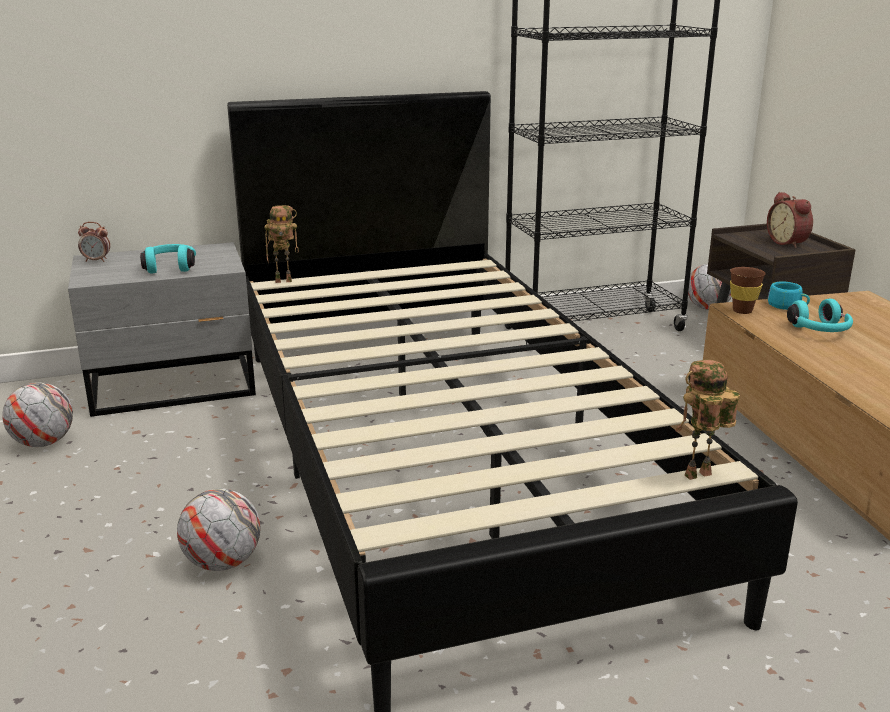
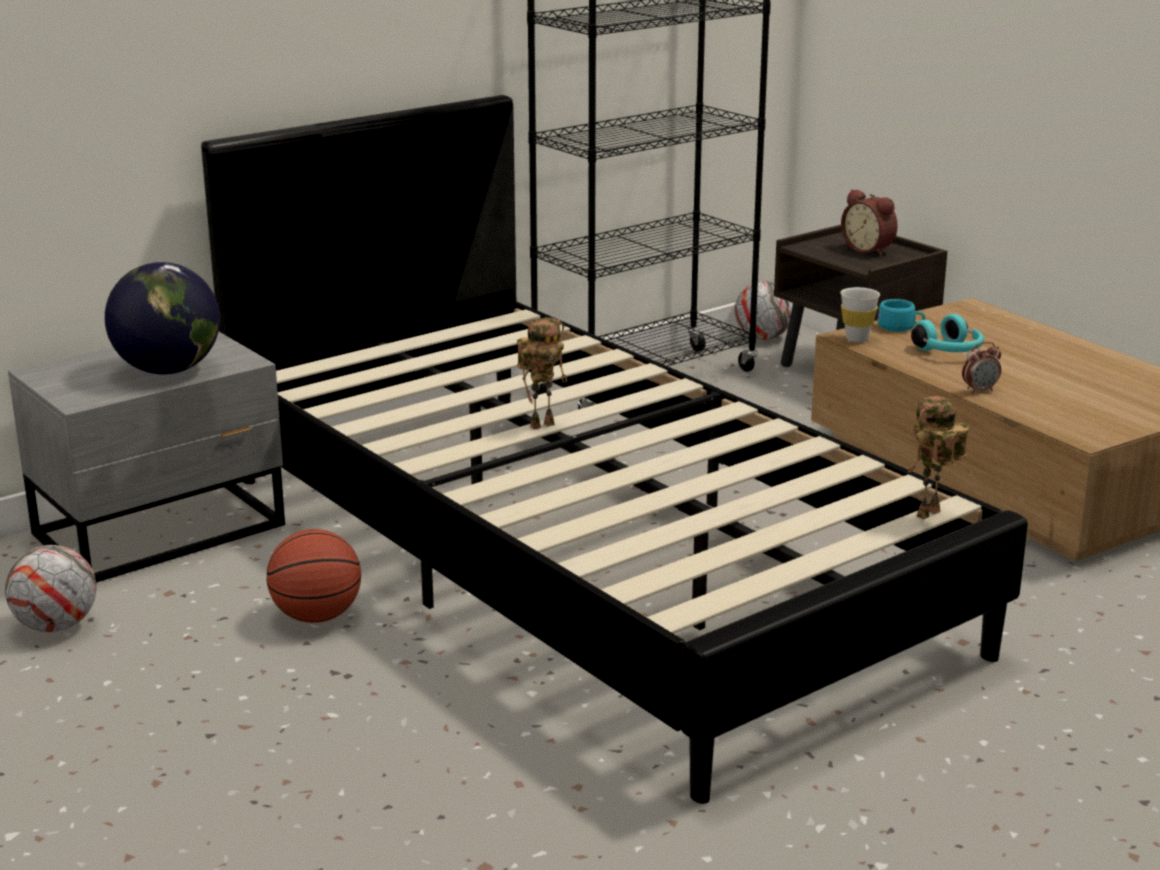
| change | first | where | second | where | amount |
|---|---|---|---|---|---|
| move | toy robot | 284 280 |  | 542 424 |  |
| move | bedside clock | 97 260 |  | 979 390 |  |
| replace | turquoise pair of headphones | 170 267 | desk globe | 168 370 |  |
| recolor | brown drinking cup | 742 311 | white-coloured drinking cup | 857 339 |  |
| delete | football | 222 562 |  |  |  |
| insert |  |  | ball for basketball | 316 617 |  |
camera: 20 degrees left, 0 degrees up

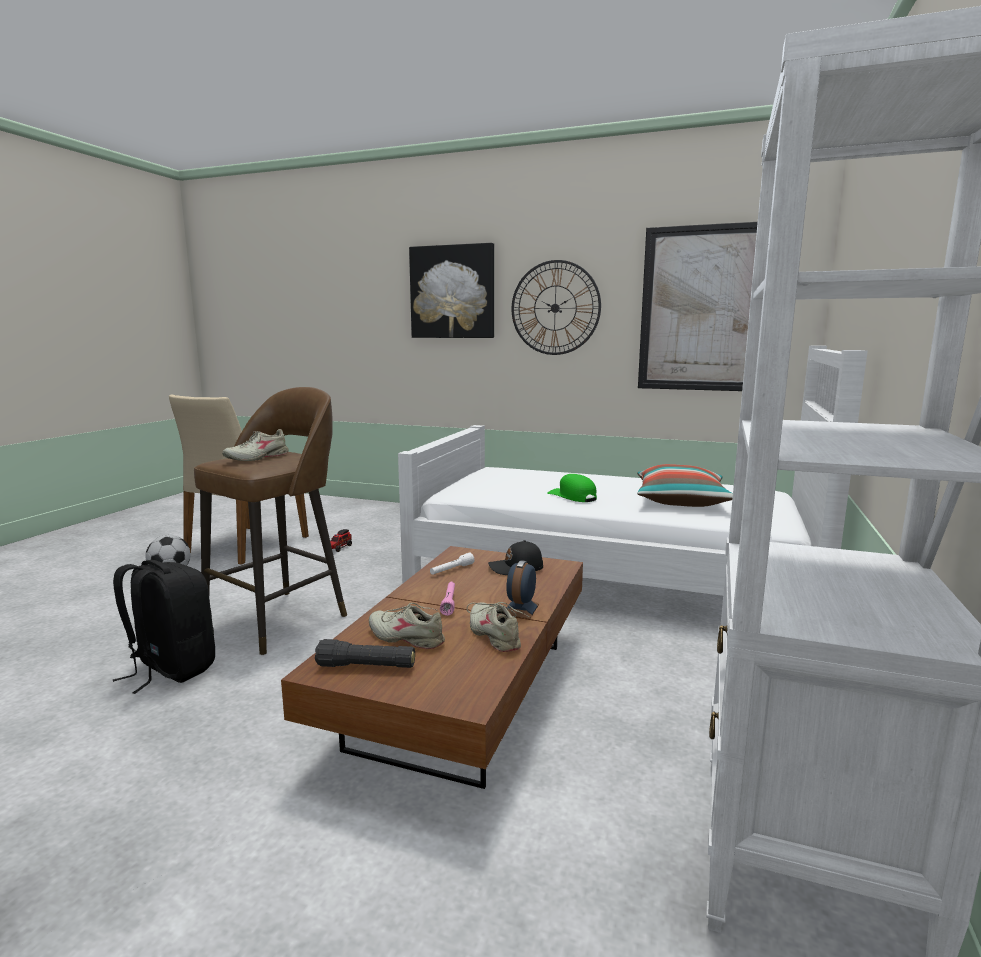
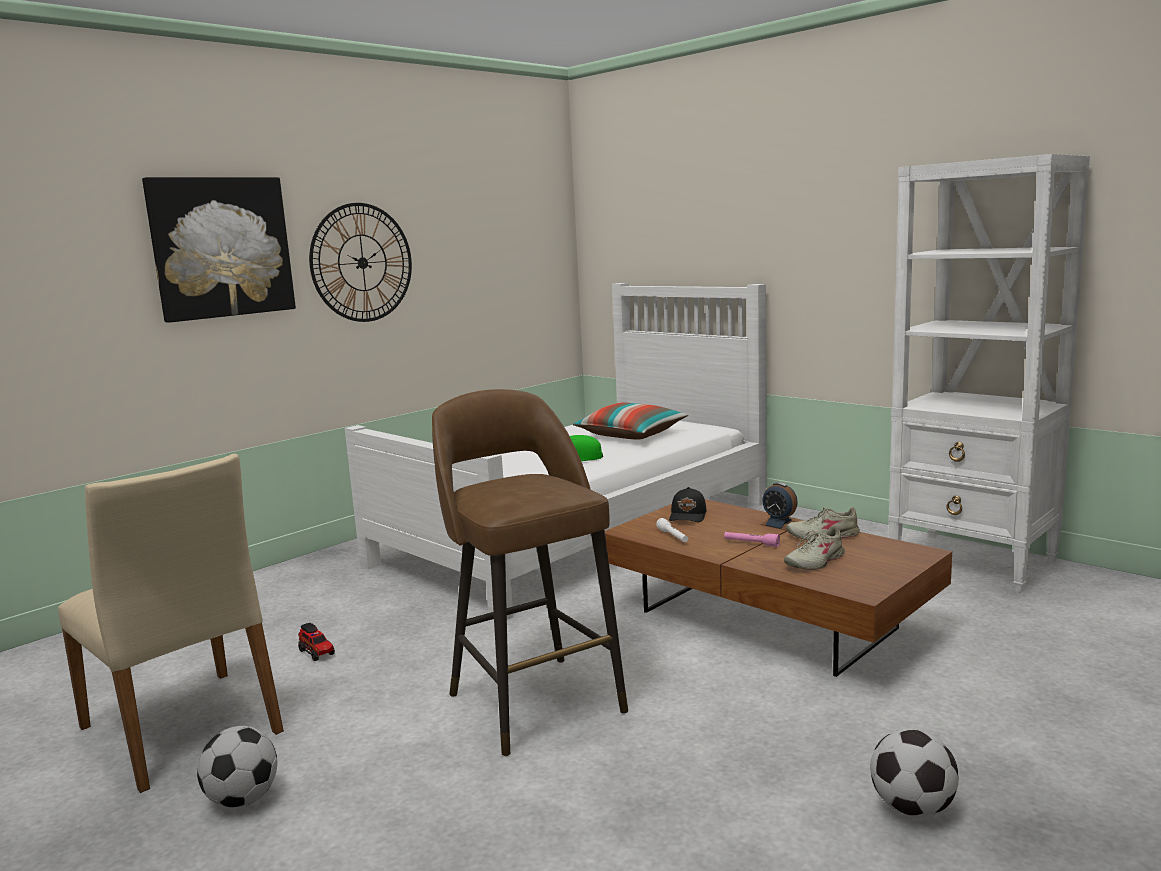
| change | first | where | second | where | amount |
|---|---|---|---|---|---|
| delete | wall art | 701 309 |  |  |  |
| delete | sand-coloured item of footwear | 257 458 |  |  |  |
| delete | black-coloured rucksack | 170 669 |  |  |  |
| delete | black-coloured flashlight | 366 666 |  |  |  |
| insert |  |  | football | 912 809 |  |
camera: 65 degrees left, 0 degrees up

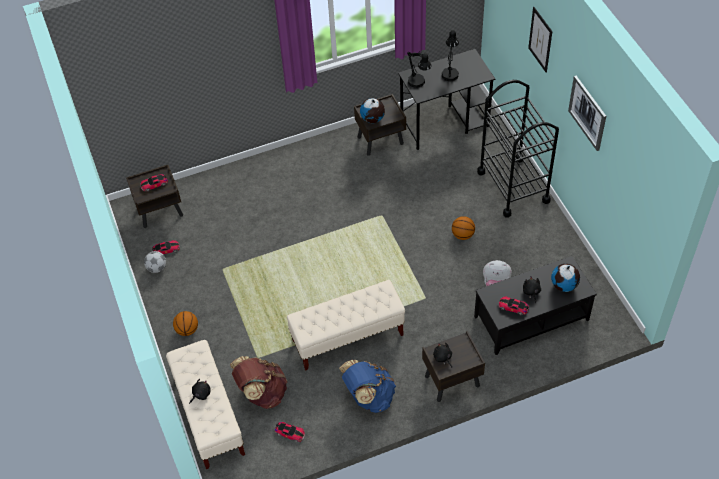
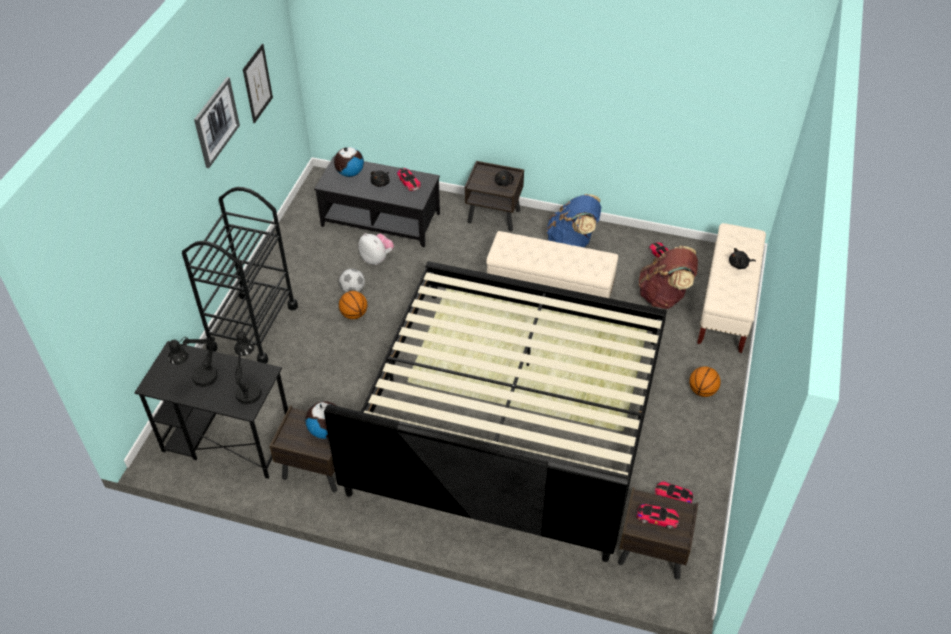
| change | first | where | second | where | amount |
|---|---|---|---|---|---|
| move | wall art | 540 39 |  | 257 83 |  |
| move | football | 157 268 |  | 353 290 |  |
| insert |  |  | sleeping bed | 510 414 |  |
camera: 145 degrees left, 5 degrees down

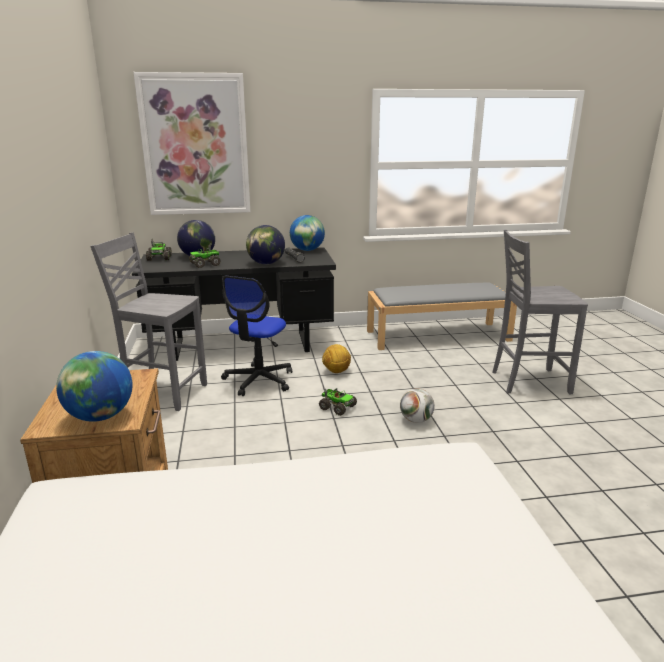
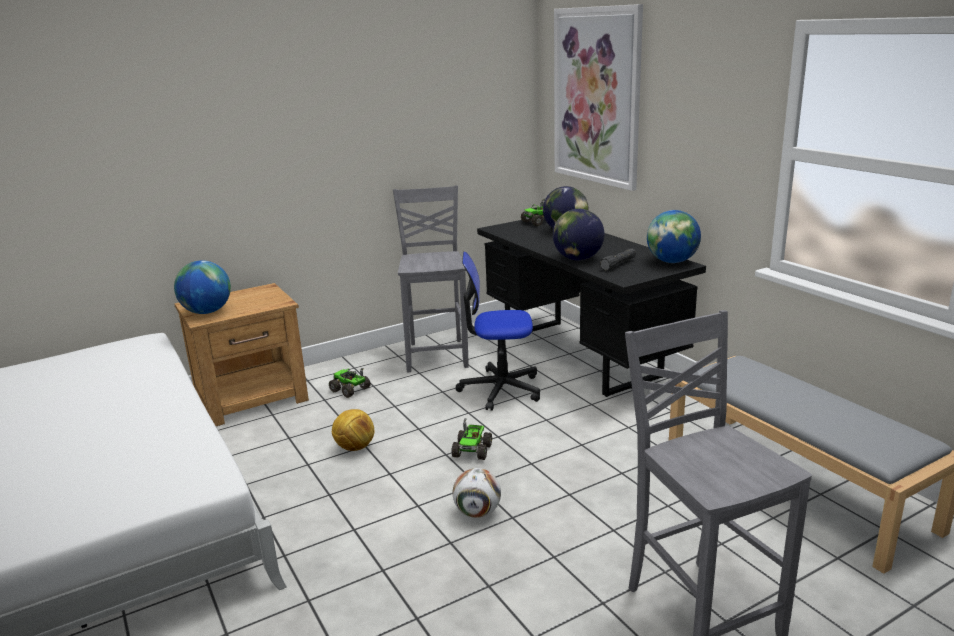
| change | first | where | second | where | amount |
|---|---|---|---|---|---|
| move | model truck | 205 264 |  | 350 390 |  |
| move | football | 336 371 |  | 354 448 |  |
camera: 70 degrees right, 0 degrees up

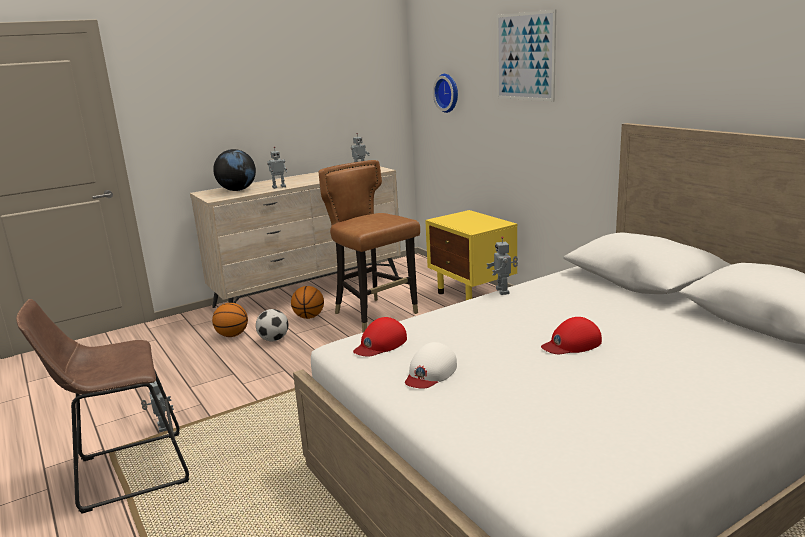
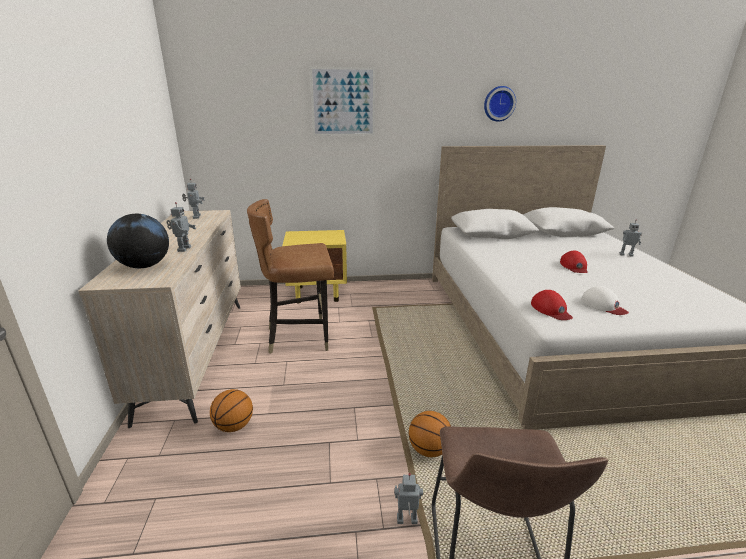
| change | first | where | second | where | amount |
|---|---|---|---|---|---|
| move | clock on the wall | 448 93 |  | 498 103 |  |
| move | toy robot | 503 291 |  | 626 254 |  |
| move | ball for basketball | 309 317 |  | 429 449 |  |
| delete | football | 274 339 |  |  |  |
camera: 65 degrees left, 5 degrees up

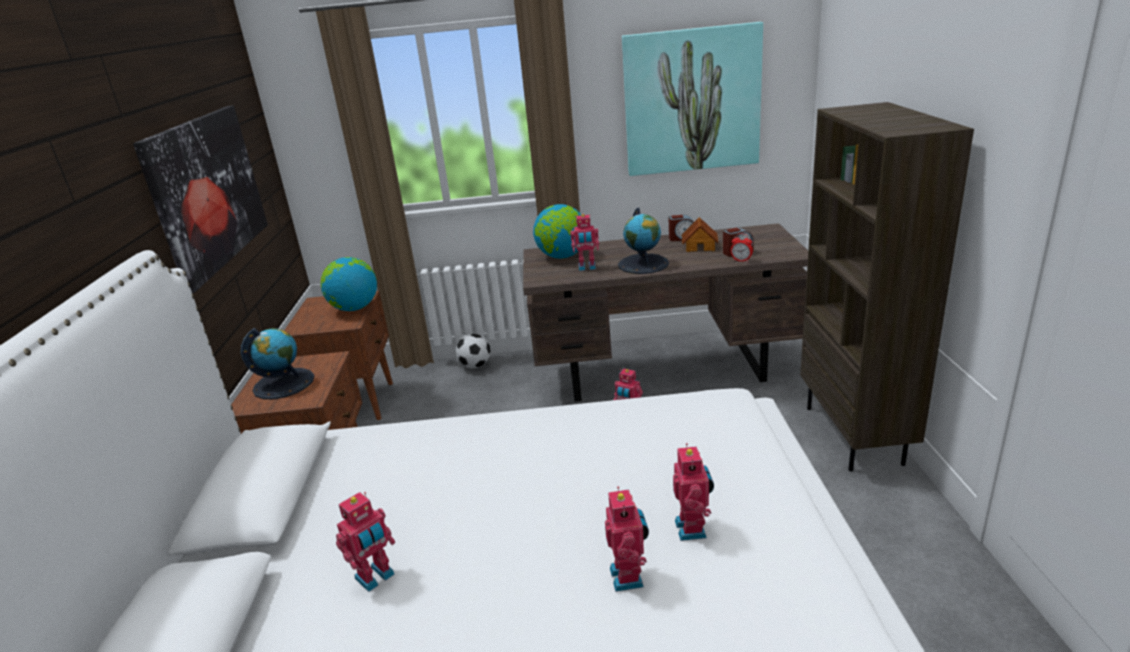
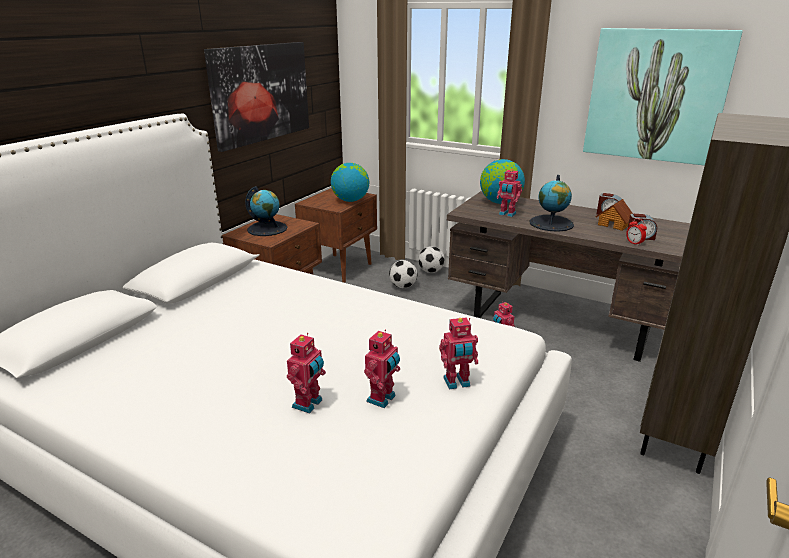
| change | first | where | second | where | amount |
|---|---|---|---|---|---|
| move | toy robot | 376 577 |  | 457 383 |  |
| insert |  |  | football | 403 286 |  |
camera: 30 degrees right, 0 degrees up

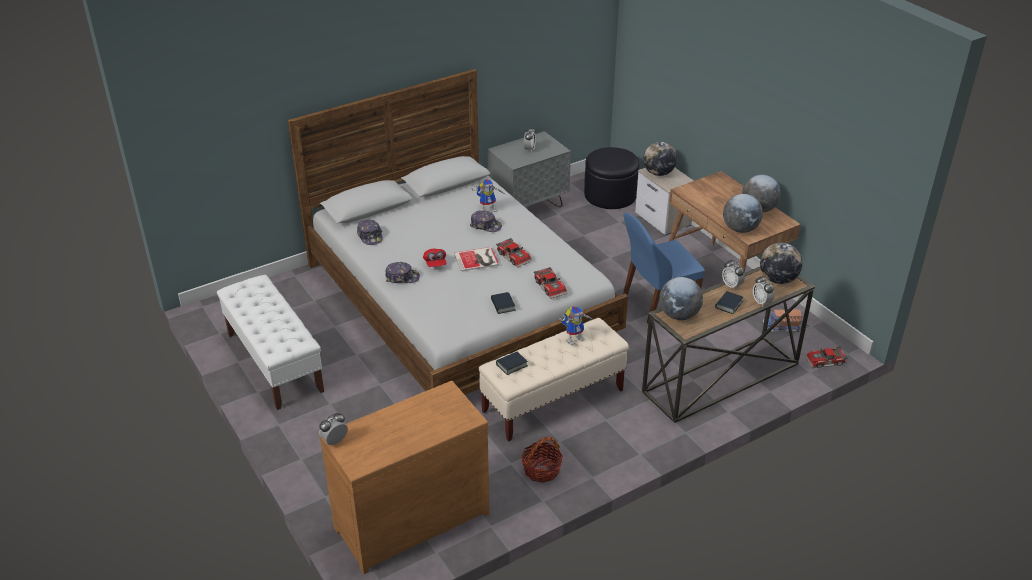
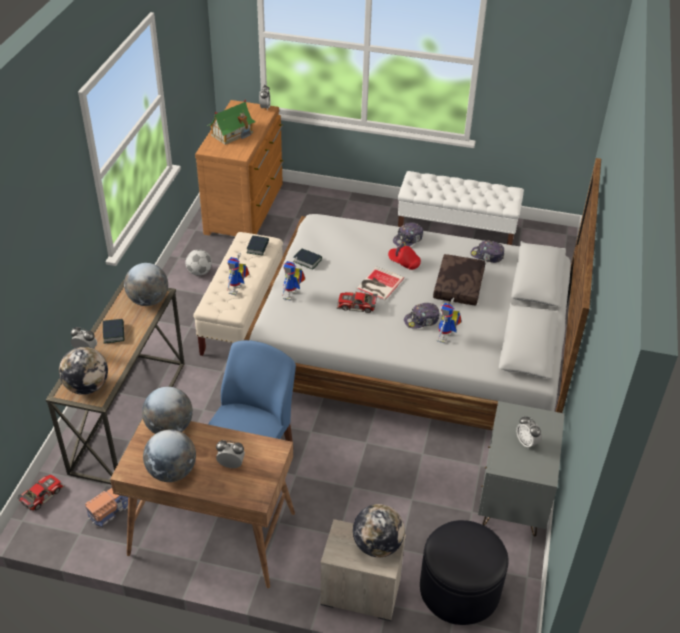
| change | first | where | second | where | amount |
|---|---|---|---|---|---|
| move | bedside clock | 731 285 |  | 231 465 |  |
| replace | model car | 551 286 | toy robot | 292 296 |  |
| replace | storage basket | 541 470 | football | 199 272 |  |
| insert |  |  | miniature house | 232 133 |  |
| insert |  |  | brown cushion | 459 286 |  |
camera: 135 degrees right, 5 degrees up

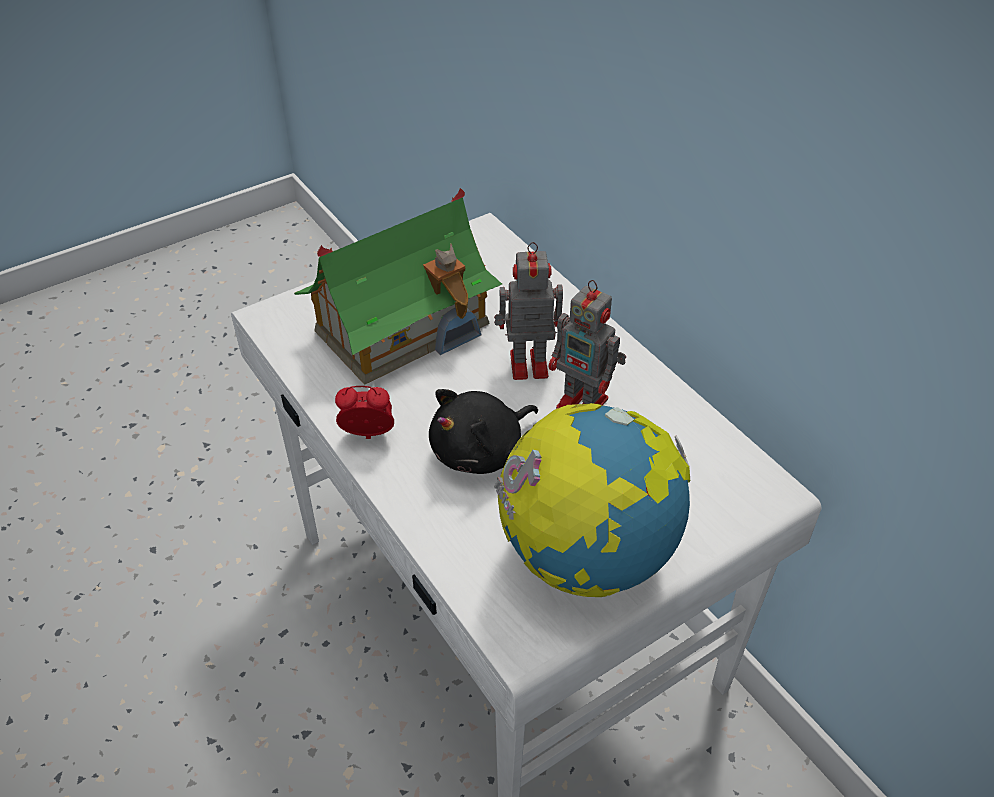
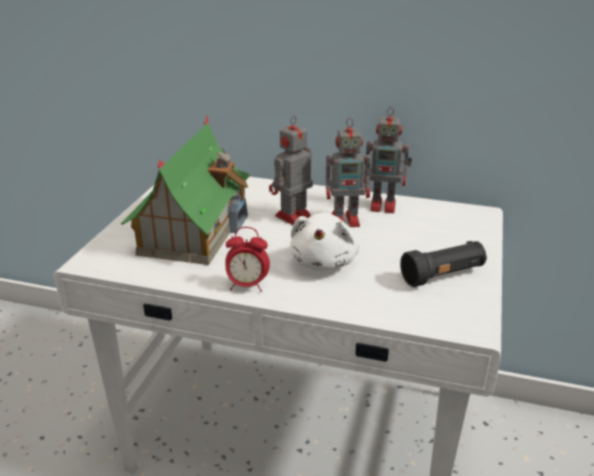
| change | first | where | second | where | amount |
|---|---|---|---|---|---|
| rotate | bedside clock | 368 436 |  | 247 286 | 135 degrees counterclockwise |
| recolor | black-coloured soft toy | 481 452 | white-coloured soft toy | 324 262 |  |
| replace | desk globe | 587 555 | black-coloured flashlight | 443 275 |  |
| insert |  |  | toy robot | 384 205 |  |
camera: 40 degrees left, 15 degrees down

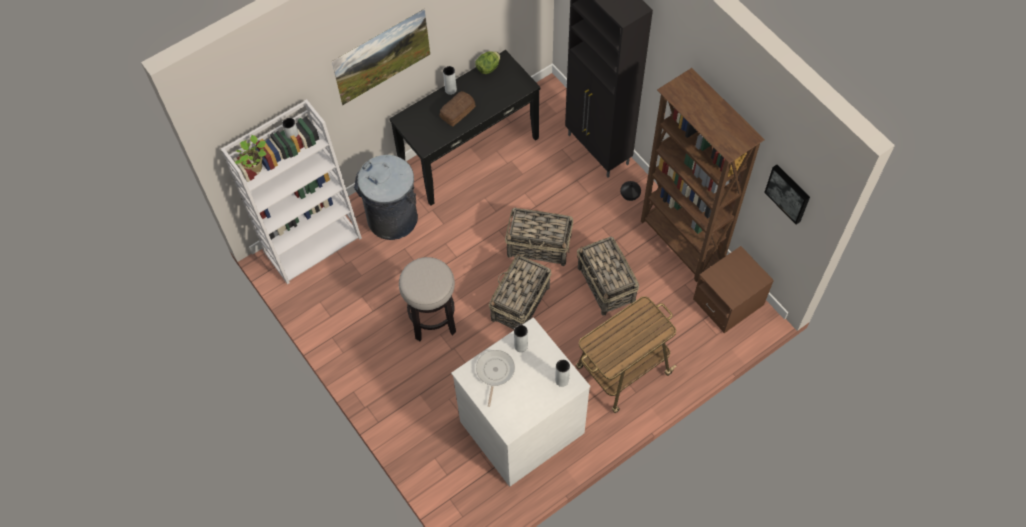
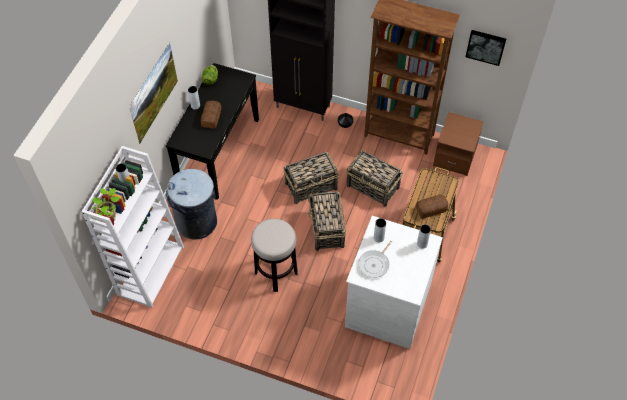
| change | first | where | second | where | amount |
|---|---|---|---|---|---|
| rotate | skillet | 494 372 |  | 375 264 | 120 degrees counterclockwise |
| insert |  |  | bread | 432 209 |  |
camera: 35 degrees left, 5 degrees down

